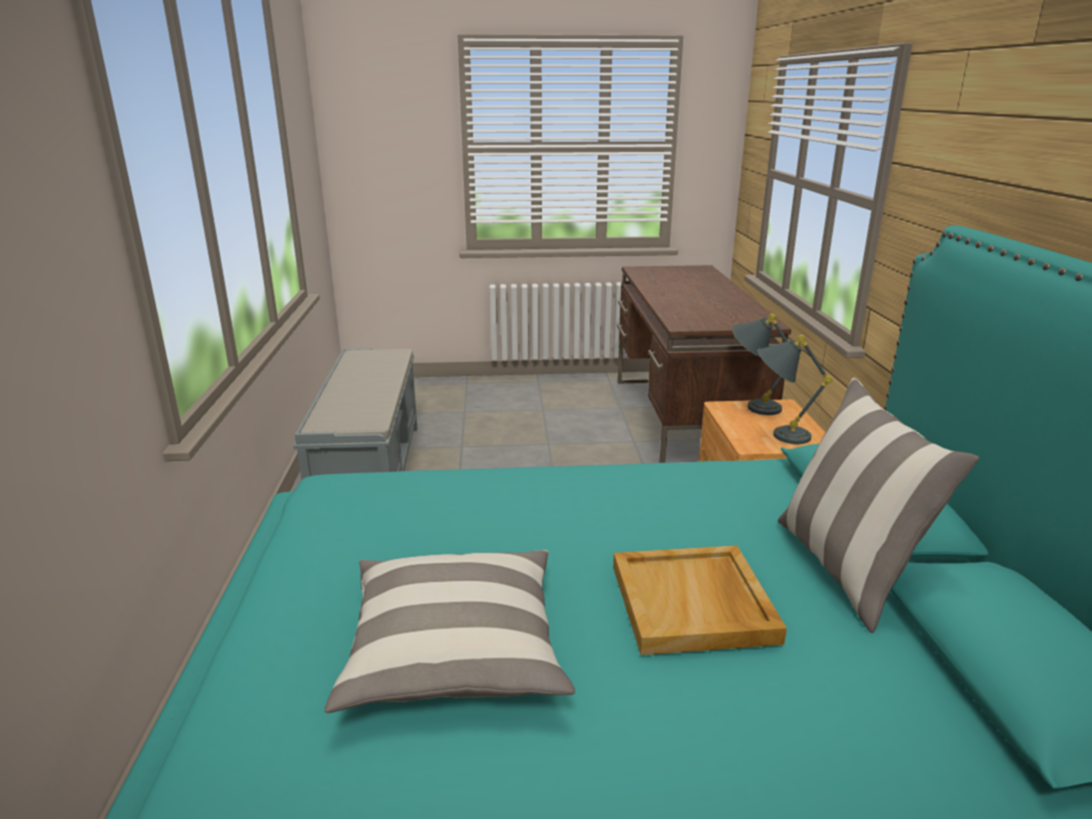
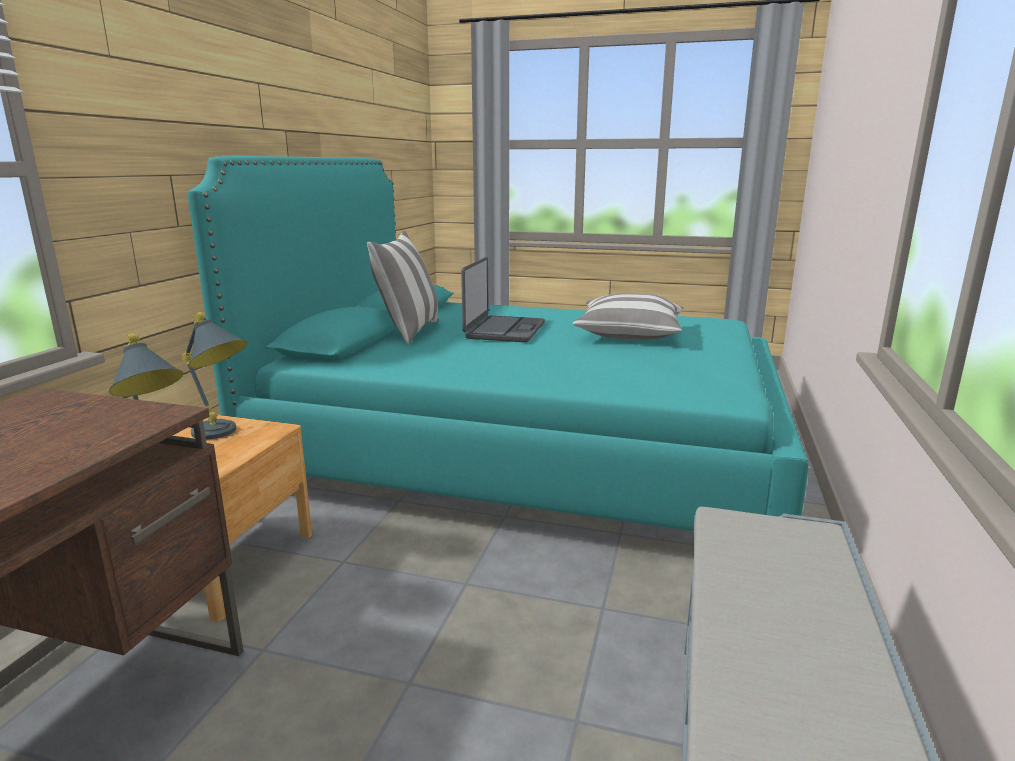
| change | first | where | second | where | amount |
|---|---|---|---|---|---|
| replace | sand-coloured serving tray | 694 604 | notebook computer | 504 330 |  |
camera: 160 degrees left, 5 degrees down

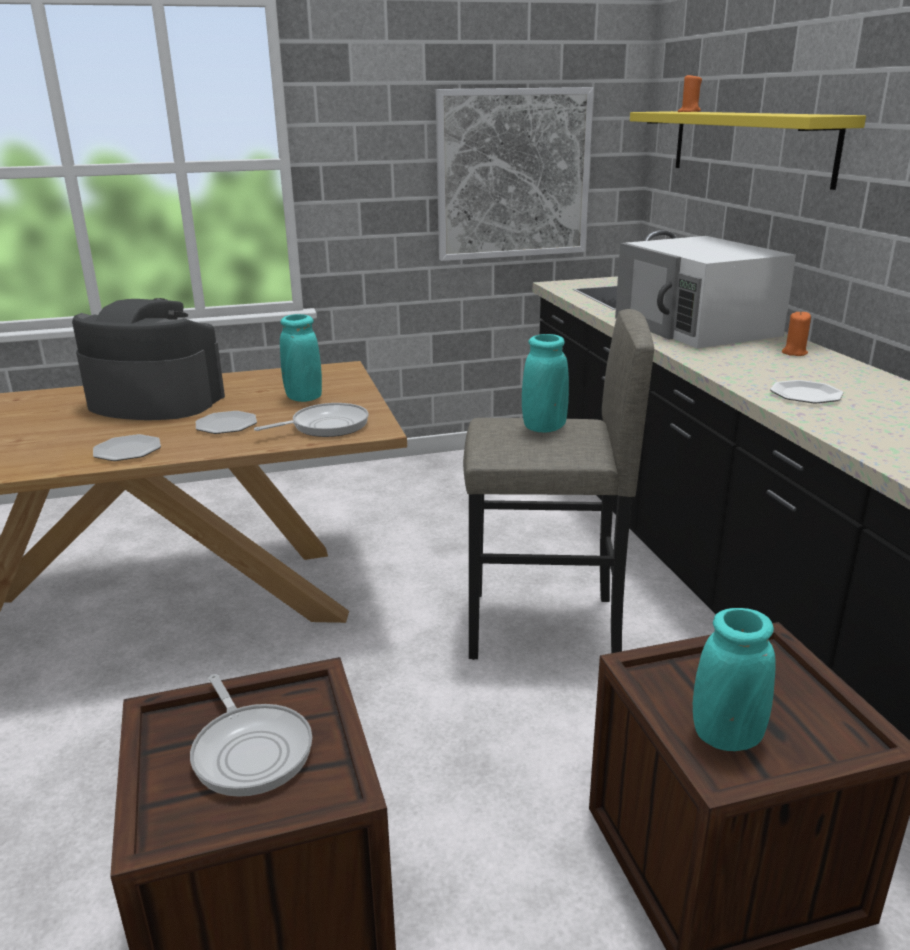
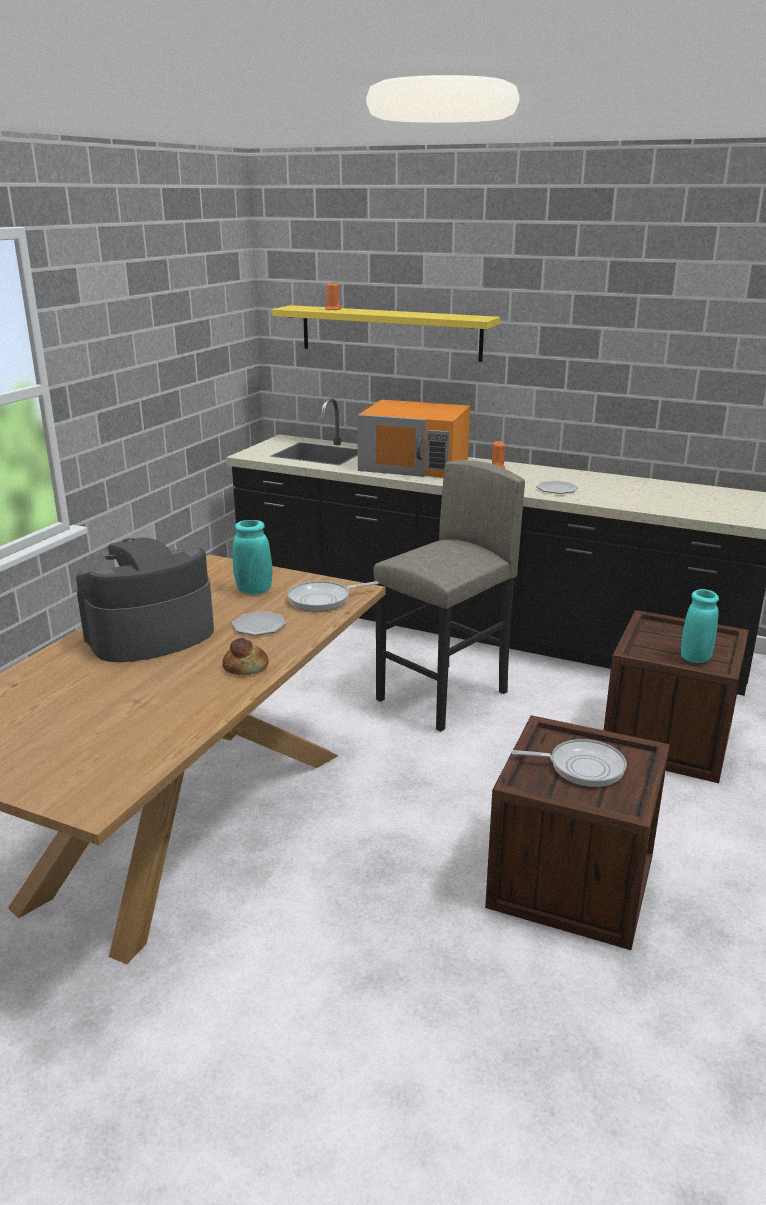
| change | first | where | second | where | amount |
|---|---|---|---|---|---|
| delete | wall art | 513 175 |  |  |  |
| recolor | white-coloured kitchen microwave | 696 327 | orange kitchen microwave | 415 464 |  |
| delete | turquoise vase | 544 428 |  |  |  |
| rotate | skillet | 325 426 |  | 323 600 | 120 degrees counterclockwise |
| replace | dinner plate | 127 450 | bread | 246 667 |  |
camera: 50 degrees left, 0 degrees up

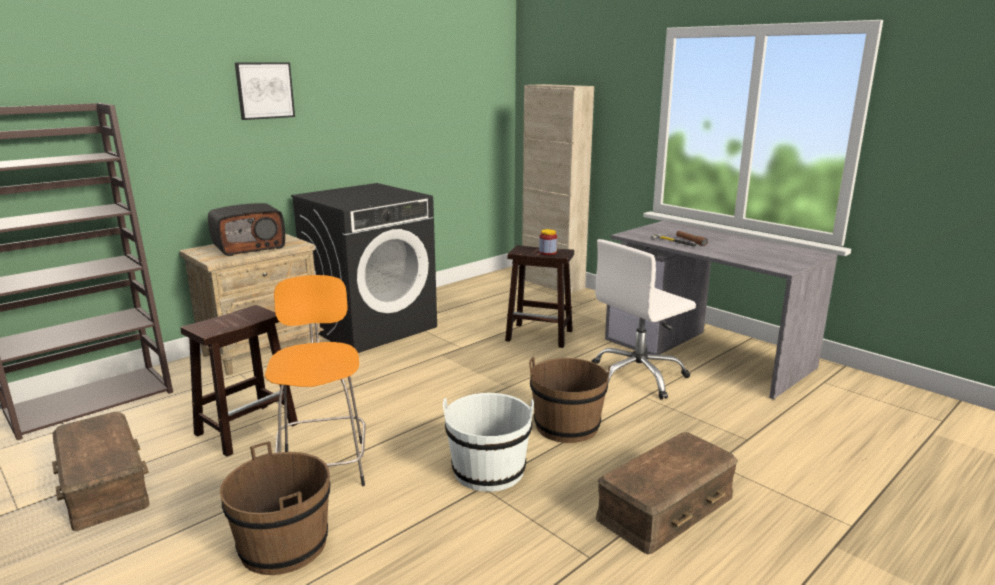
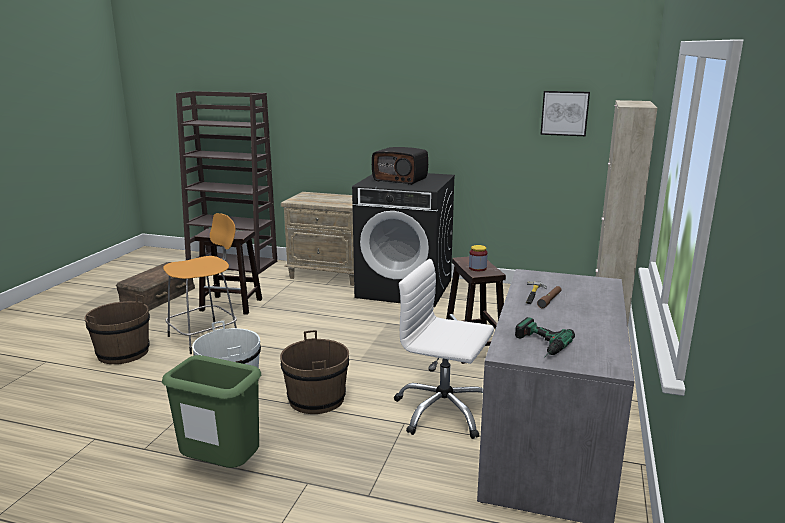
| change | first | where | second | where | amount |
|---|---|---|---|---|---|
| move | wall art | 264 90 |  | 564 113 |  |
| move | radio receiver | 249 247 |  | 400 179 |  |
| replace | brown storage bin | 666 508 | greenish trash can | 220 469 |  |
| insert |  |  | power drill | 537 345 |  |
camera: 60 degrees right, 0 degrees up

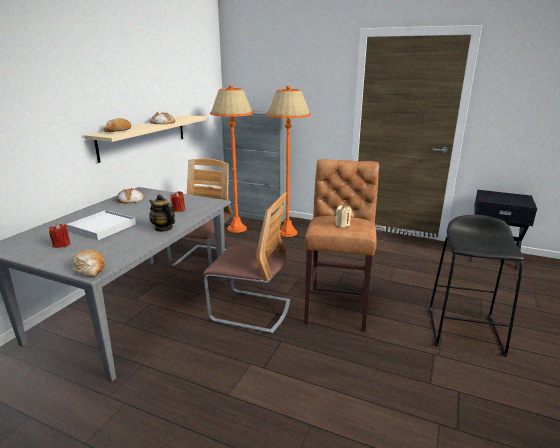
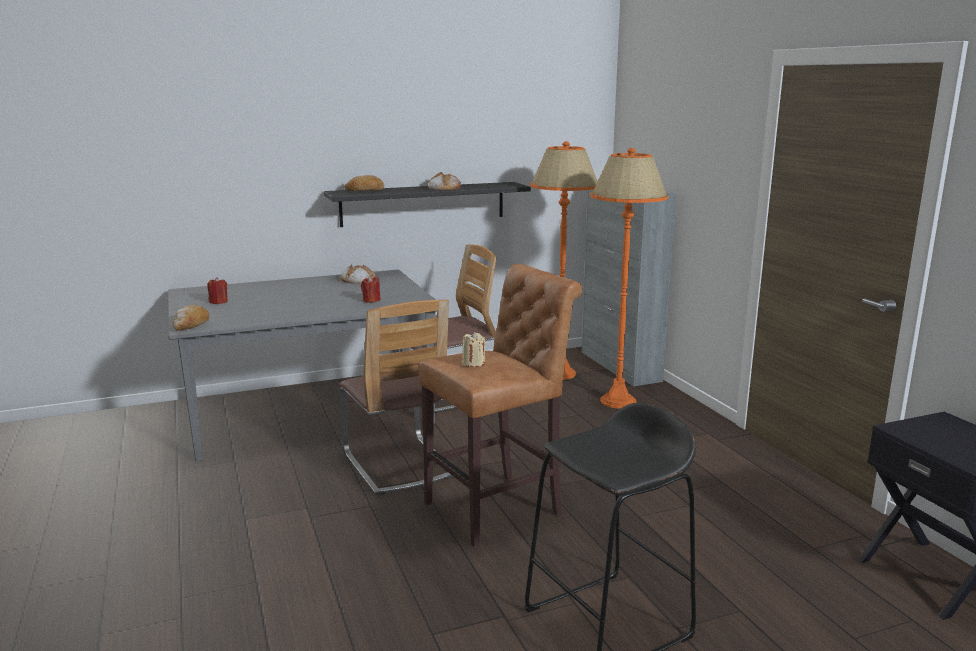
| change | first | where | second | where | amount |
|---|---|---|---|---|---|
| recolor | sand-coloured bracket shelf | 144 136 | black-coloured bracket shelf | 423 204 |  |
| delete | pot for tea | 163 228 |  |  |  |
| delete | white-coloured serving tray | 102 227 |  |  |  |
camera: 45 degrees right, 5 degrees down

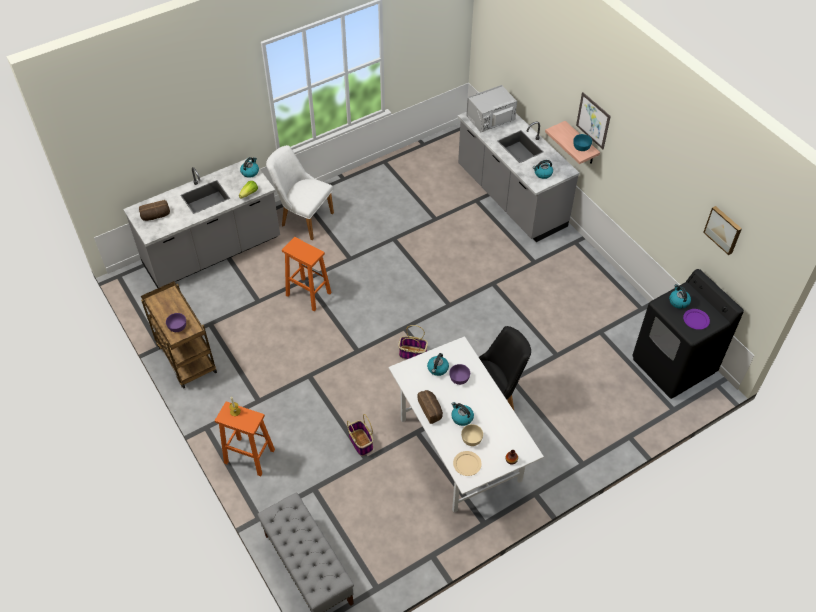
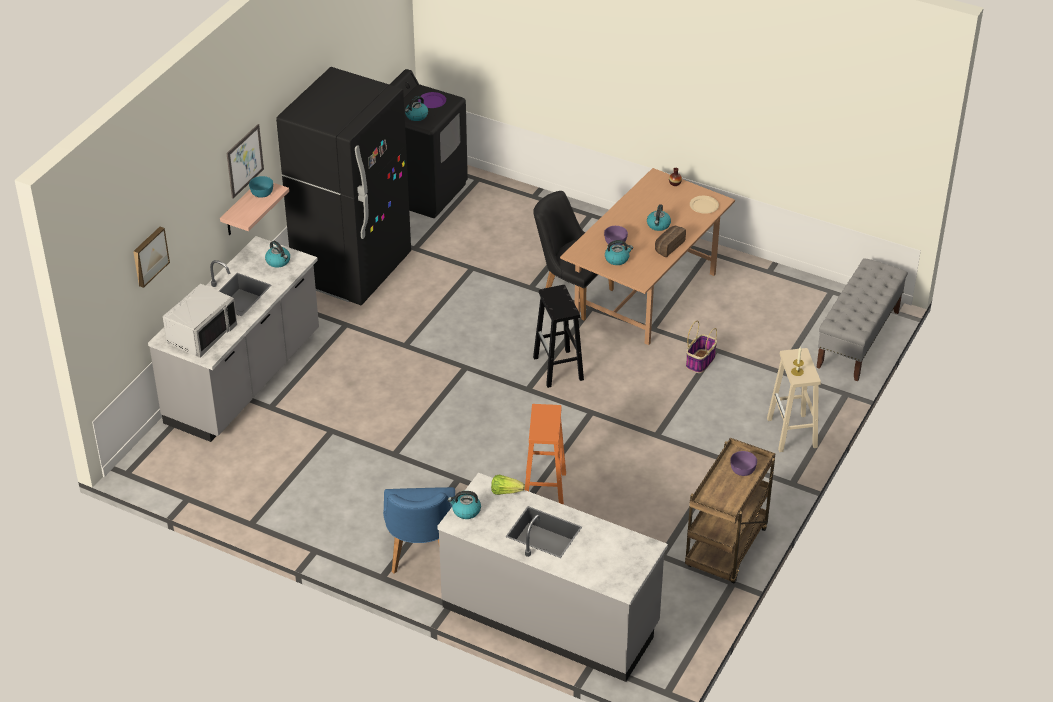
| change | first | where | second | where | amount |
|---|---|---|---|---|---|
| rotate | grey kitchen microwave | 490 119 |  | 201 334 | 90 degrees counterclockwise |
| recolor | white-coloured plain chair | 302 218 | bluish plain chair | 421 556 |  |
| delete | bread | 156 216 |  |  |  |
| move | wall art | 723 229 |  | 149 256 |  |
| replace | storage basket | 412 353 | black-coloured stool | 558 369 |  |
| recolor | white-coloured dining table | 459 449 | brown dining table | 646 294 |  |
| recolor | orange stool | 248 456 | sand-coloured stool | 792 433 |  |
| delete | sand-coloured serving bowl | 471 439 |  |  |  |
| insert |  |  | black-coloured kitchen fridge | 353 270 |  |
camera: 120 degrees left, 10 degrees down

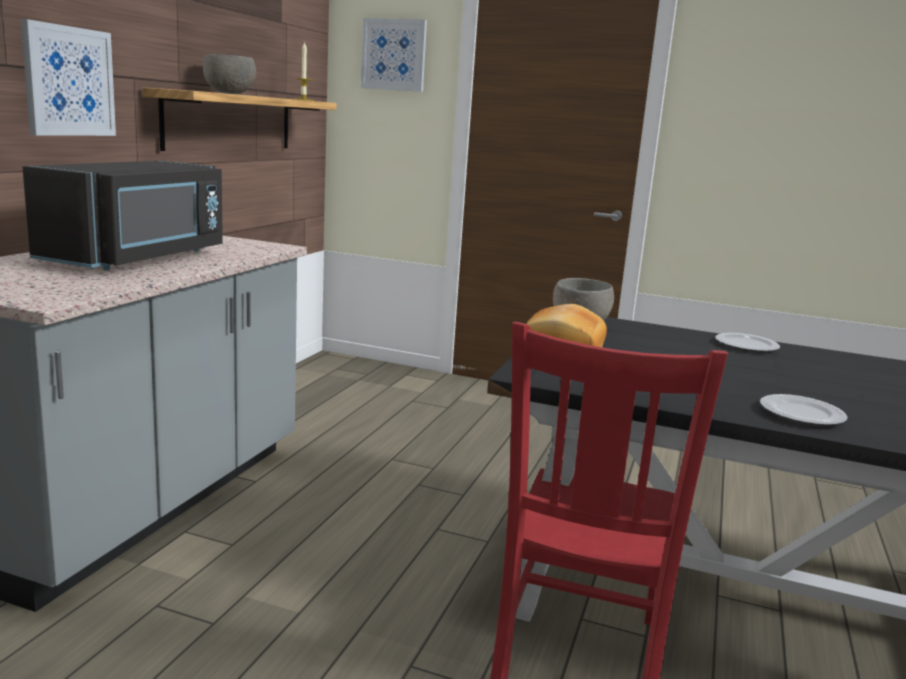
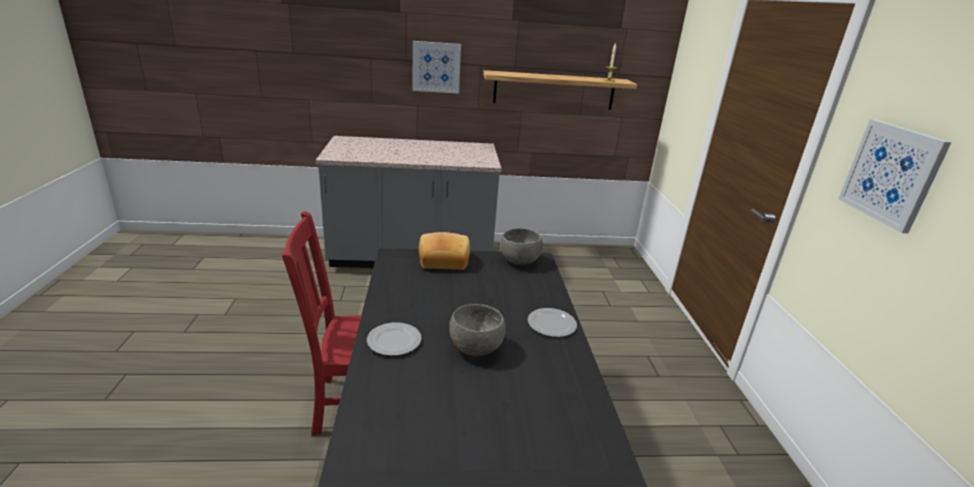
| change | first | where | second | where | amount |
|---|---|---|---|---|---|
| move | wall art | 394 55 |  | 891 174 |  |
| move | grey serving bowl | 230 93 |  | 476 348 |  |
| delete | black-coloured kitchen microwave | 139 258 |  |  |  |
camera: 65 degrees right, 10 degrees up

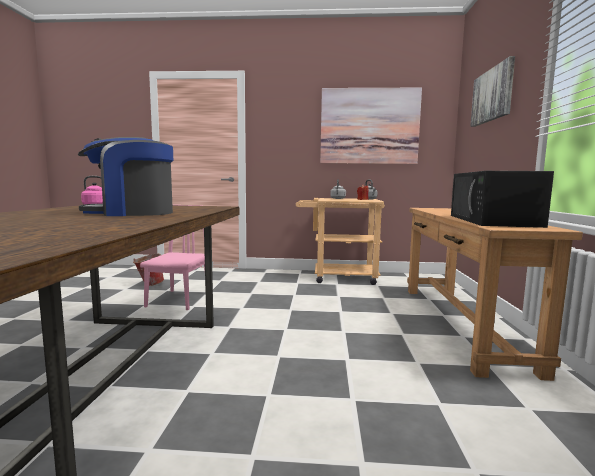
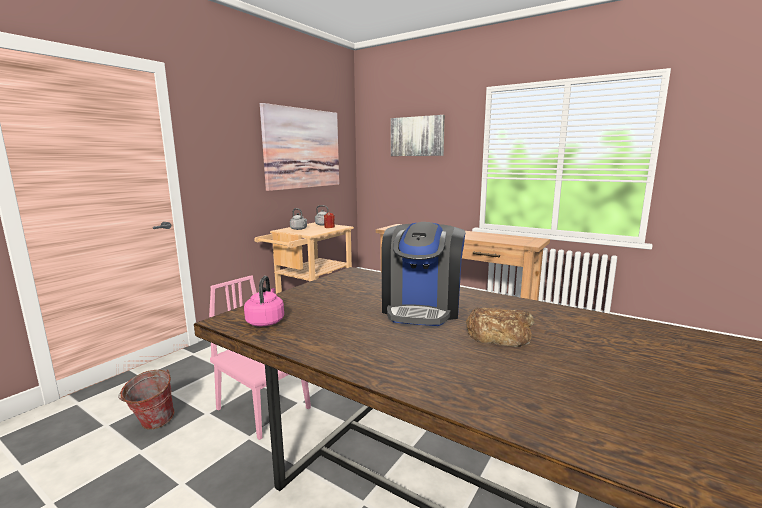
| change | first | where | second | where | amount |
|---|---|---|---|---|---|
| delete | black-coloured kitchen microwave | 493 221 |  |  |  |
| insert |  |  | bread | 498 333 |  |
camera: 60 degrees left, 5 degrees up

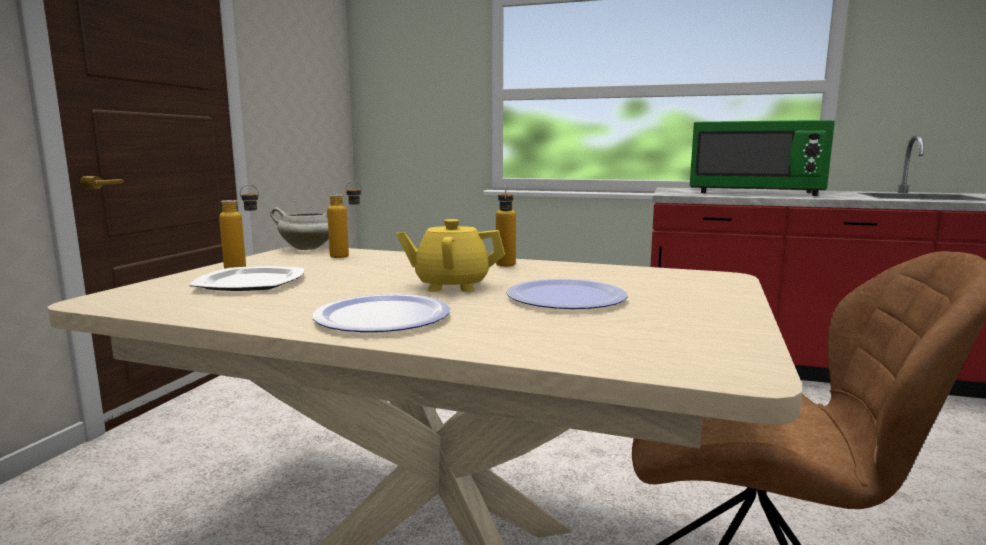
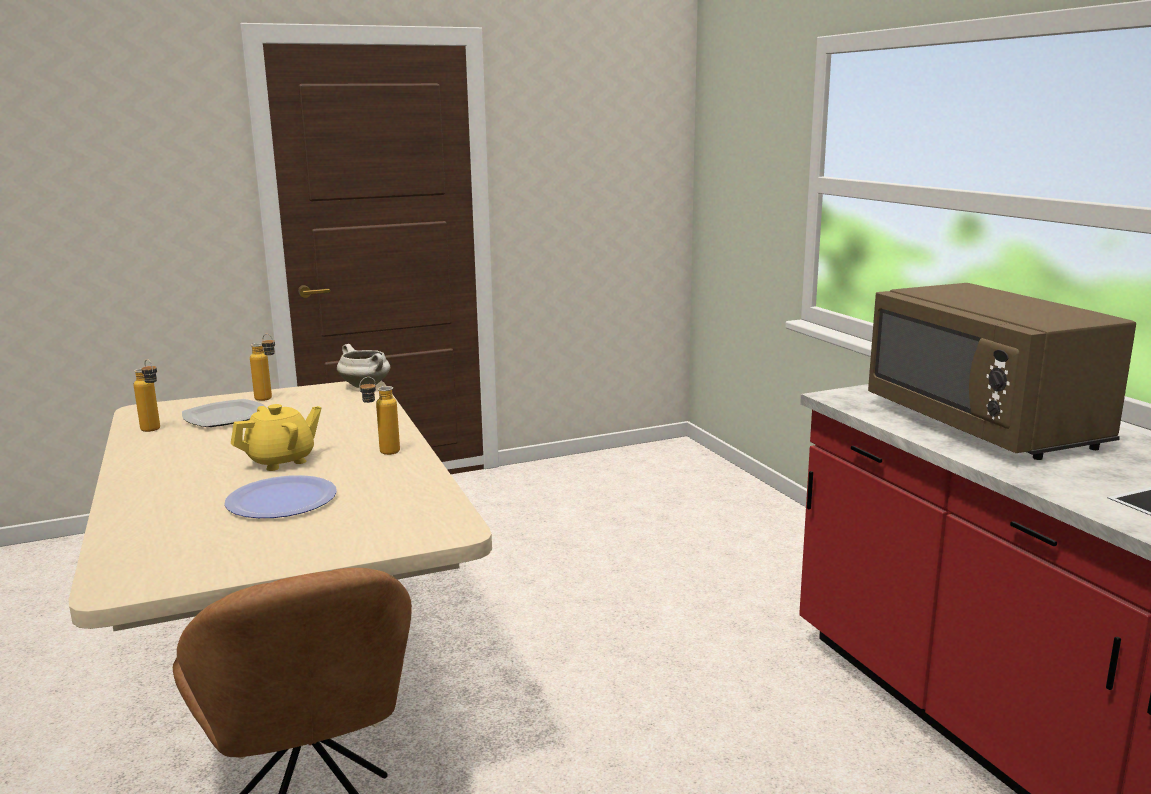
| change | first | where | second | where | amount |
|---|---|---|---|---|---|
| recolor | greenish kitchen microwave | 754 193 | brown kitchen microwave | 984 425 |  |
| move | bottle | 347 256 |  | 154 431 |  |
| rotate | yellow pot for tea | 451 286 |  | 281 461 | 90 degrees clockwise |
| delete | dinner plate | 382 317 |  |  |  |
camera: 50 degrees right, 5 degrees up

